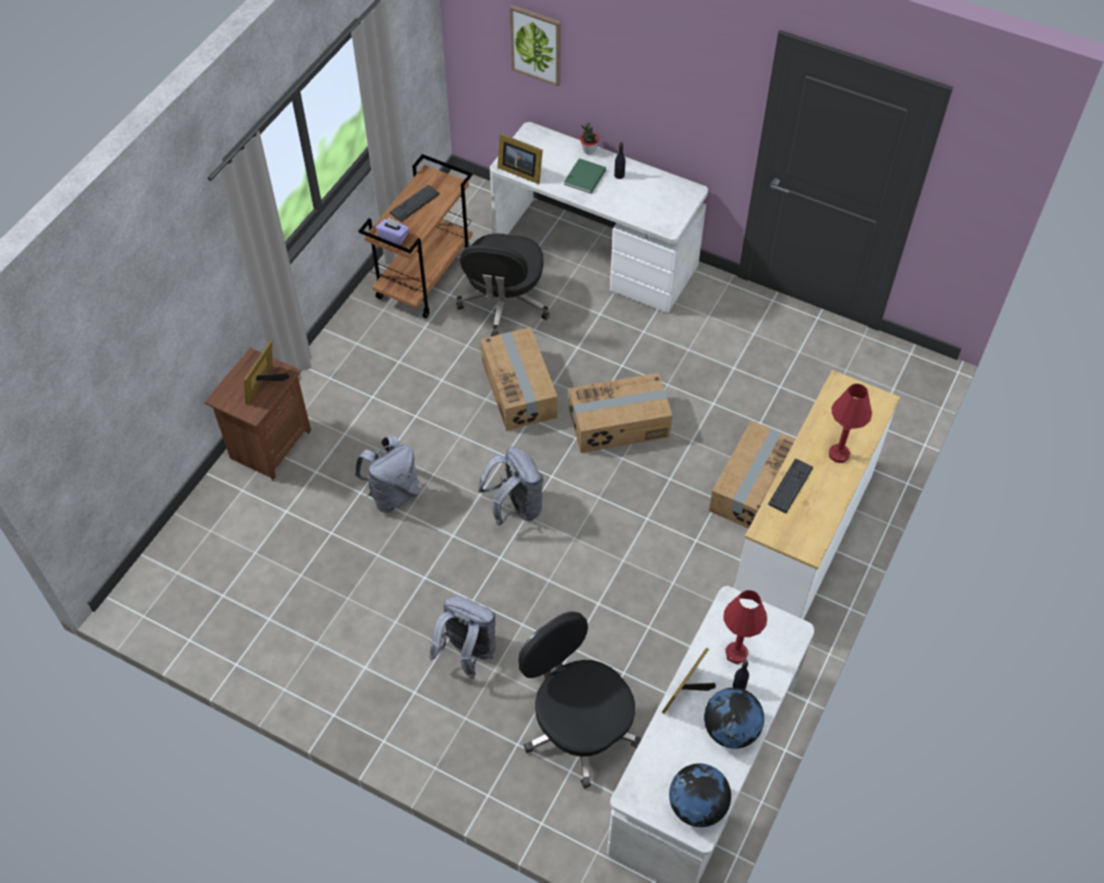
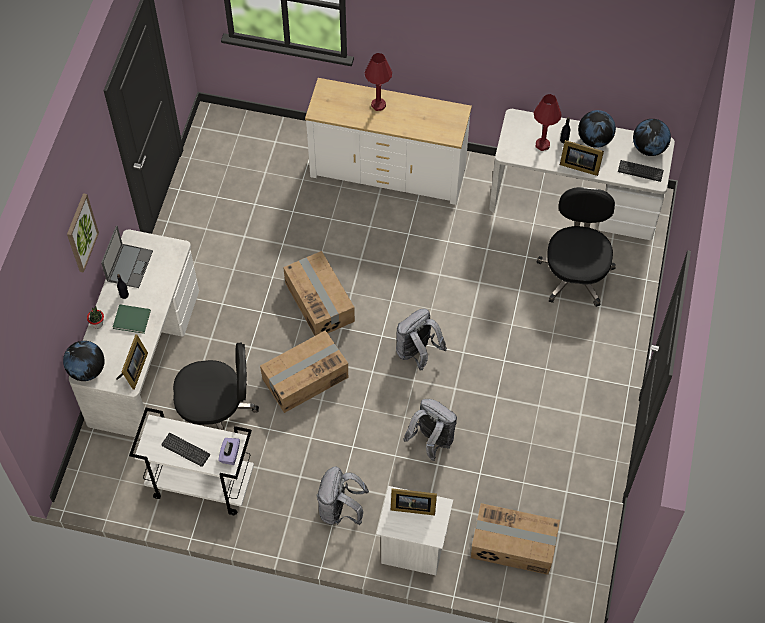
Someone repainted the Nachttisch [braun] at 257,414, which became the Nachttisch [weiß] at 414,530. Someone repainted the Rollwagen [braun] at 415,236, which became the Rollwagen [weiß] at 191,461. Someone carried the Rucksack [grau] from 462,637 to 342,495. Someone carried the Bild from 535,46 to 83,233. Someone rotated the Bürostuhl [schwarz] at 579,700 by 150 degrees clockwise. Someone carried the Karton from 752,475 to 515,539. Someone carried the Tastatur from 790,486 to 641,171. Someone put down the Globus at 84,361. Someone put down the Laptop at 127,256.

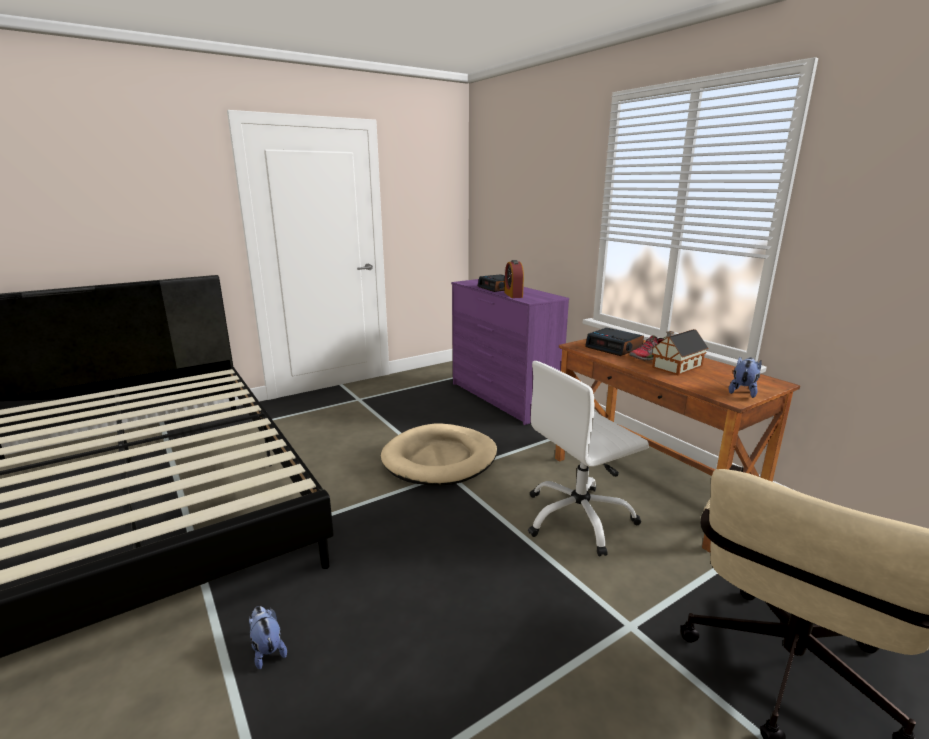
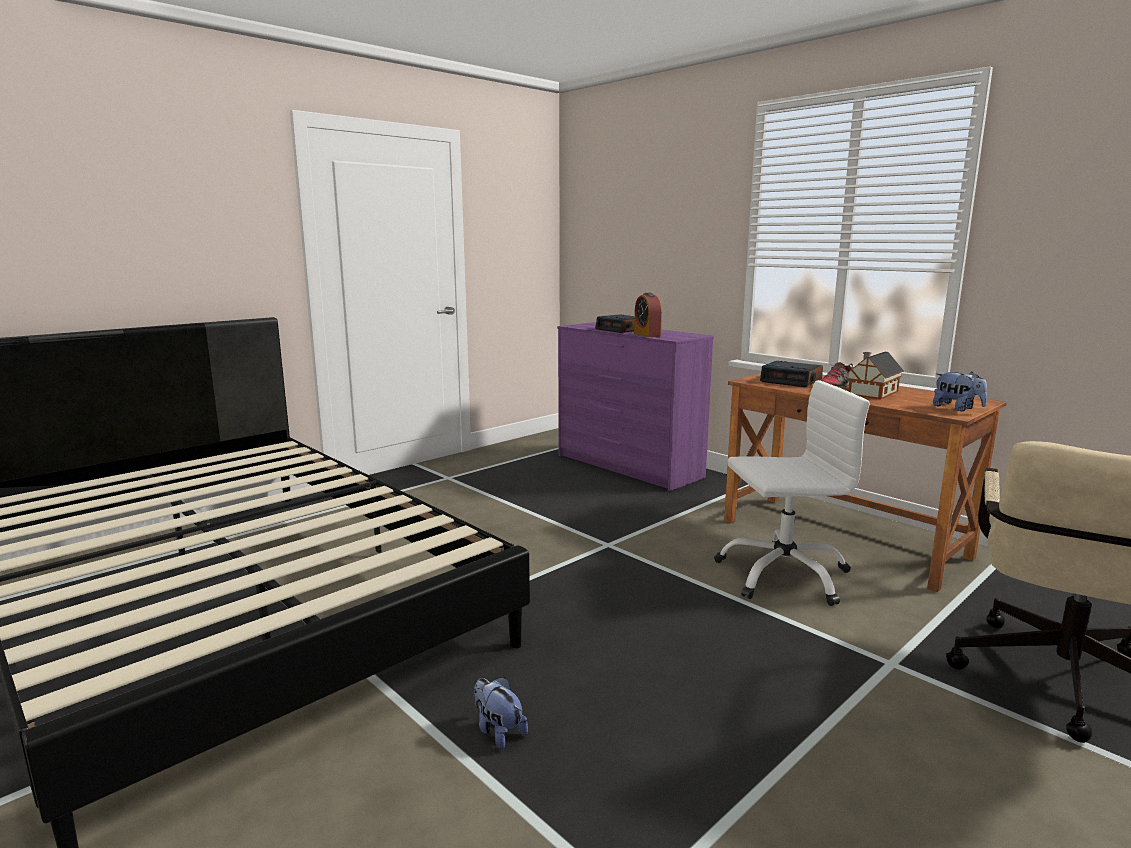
Someone took away the Hundebett [beige] at 439,454. Someone rotated the Bürostuhl [weiß] at 588,458 by 150 degrees counterclockwise. Someone rotated the Plüschtier at 745,377 by 120 degrees clockwise.

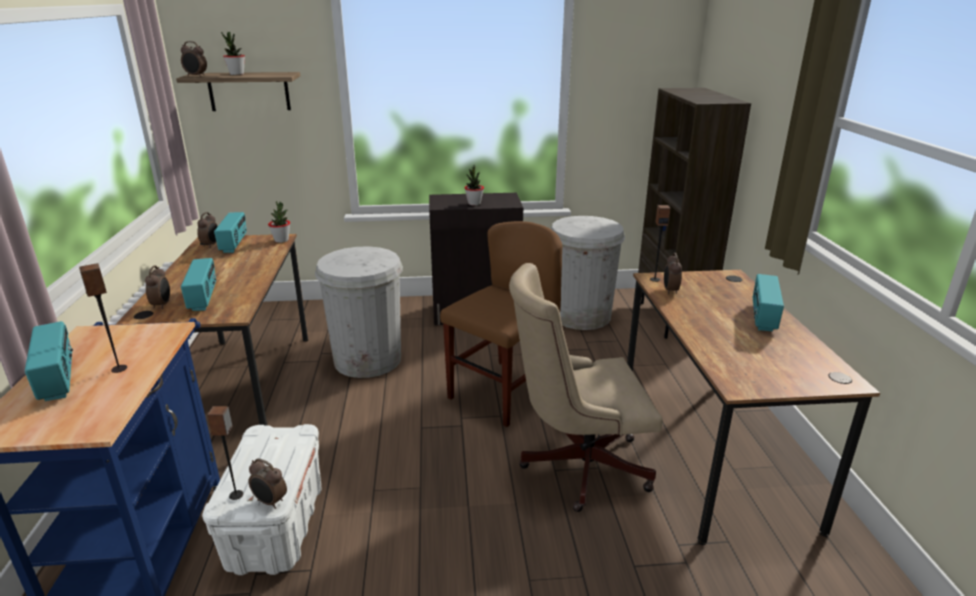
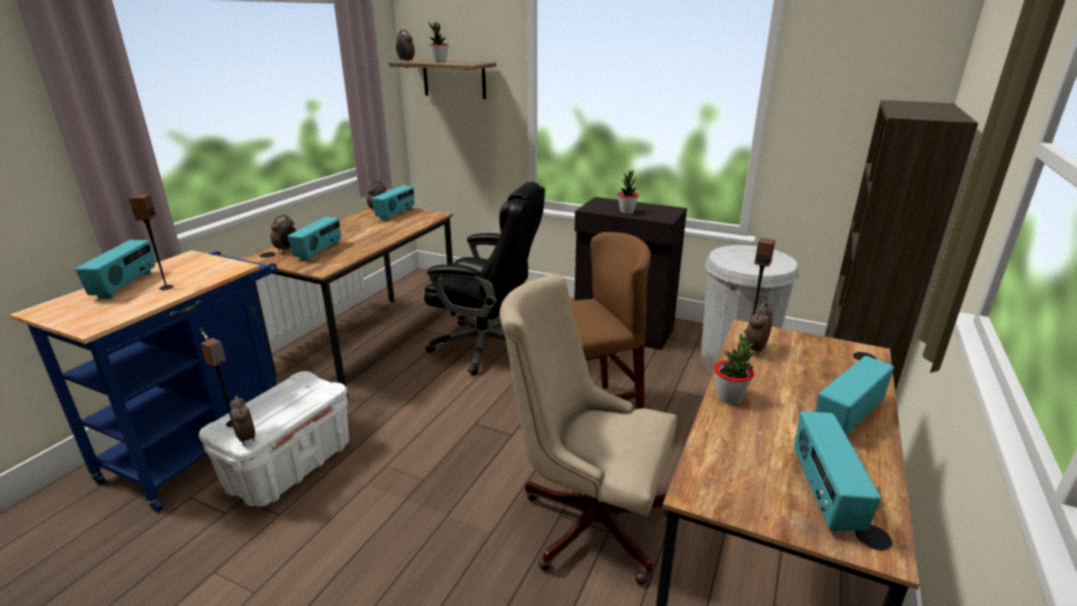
Someone carried the Topfpflanze from 279,222 to 735,369. Someone swapped the Mülleimer [weiß] at 359,312 for the Bürostuhl [schwarz] at 484,279. Someone put down the Radio at 837,471.

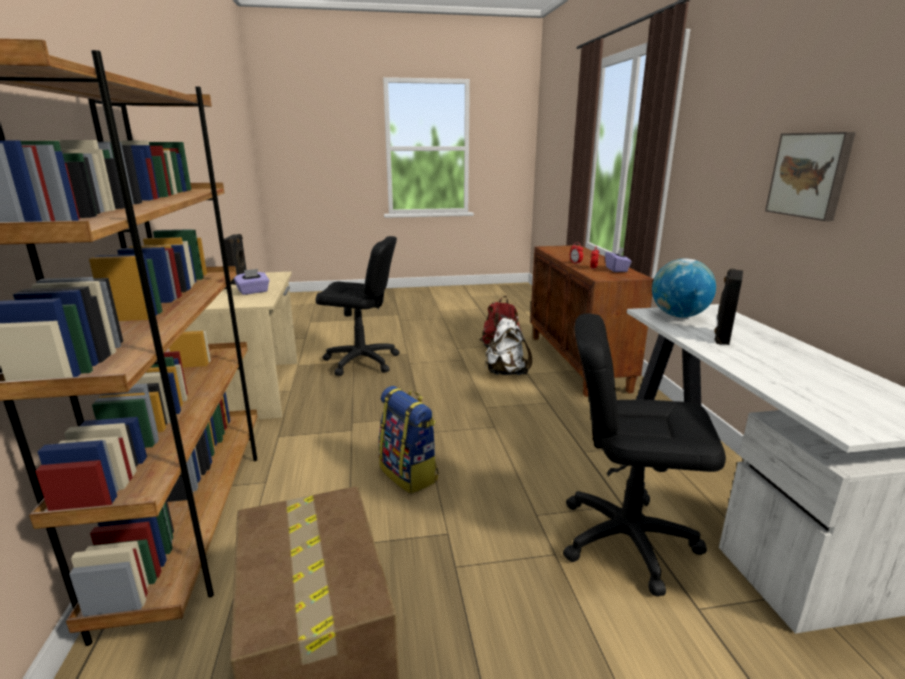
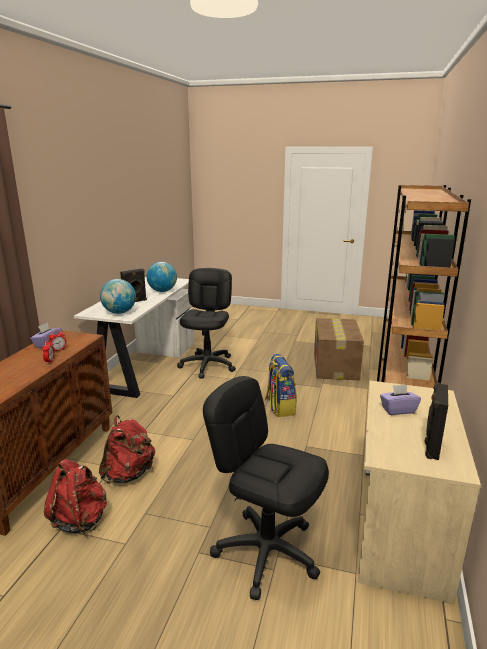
Someone repainted the Rucksack [weiß] at 508,345, which became the Rucksack [rot] at 127,449. Someone rotated the Bürostuhl [schwarz] at 644,454 by 120 degrees counterclockwise. Someone took away the Bild at 810,176. Someone put down the Globus at 161,277.

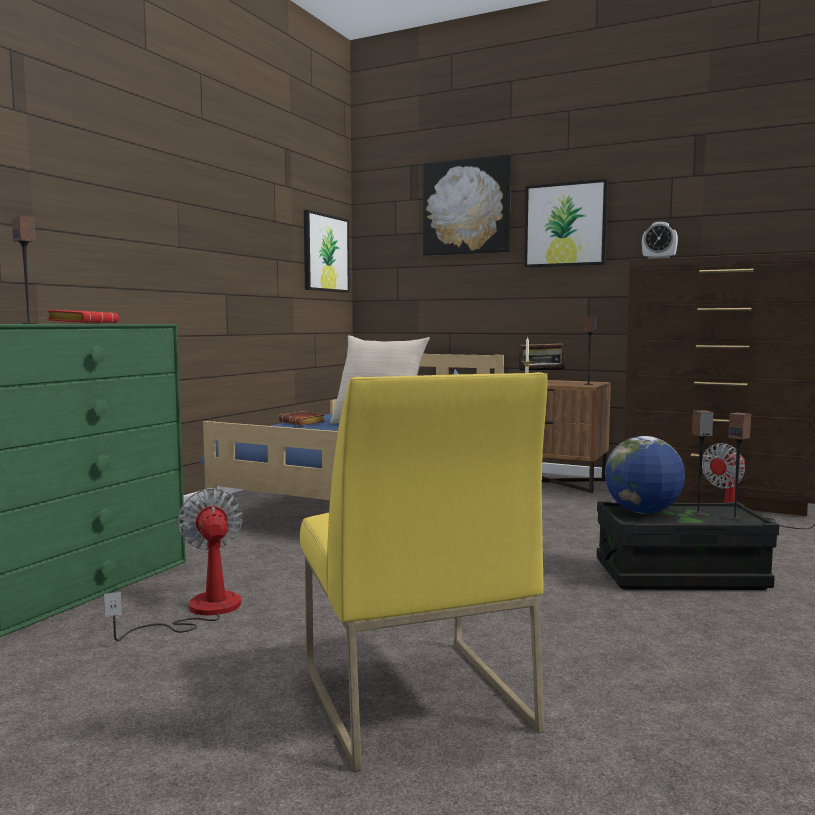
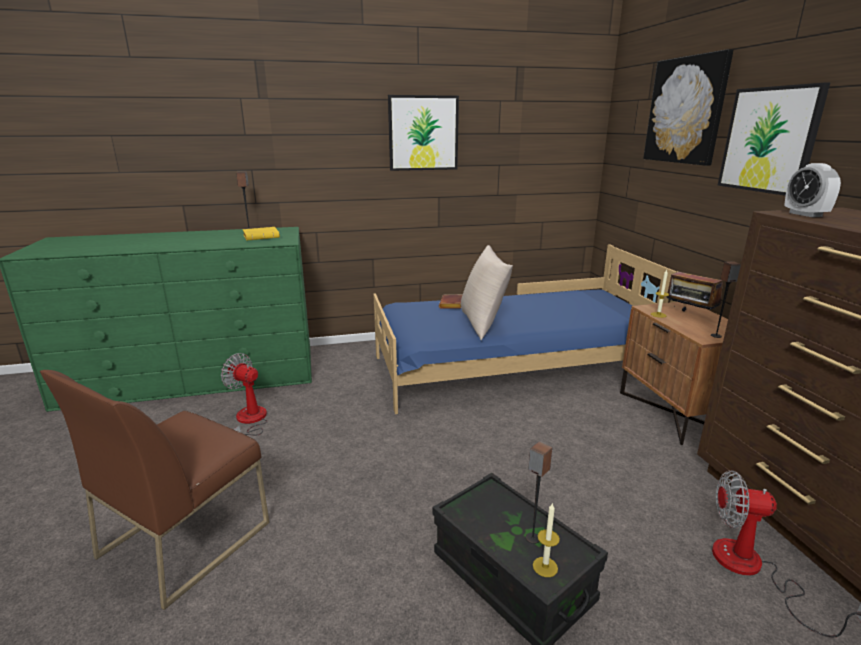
Someone repainted the Buch [rot] at 83,317, which became the Buch [gelb] at 261,233. Someone rotated the Ventilator at 173,564 by 90 degrees counterclockwise. Someone repainted the Stuhl [gelb] at 424,572, which became the Stuhl [braun] at 154,490. Someone carried the Bild from 327,251 to 423,133. Someone took away the Globus at 645,475. Someone swapped the Lautsprecher at 739,466 for the Kerze at 546,539.

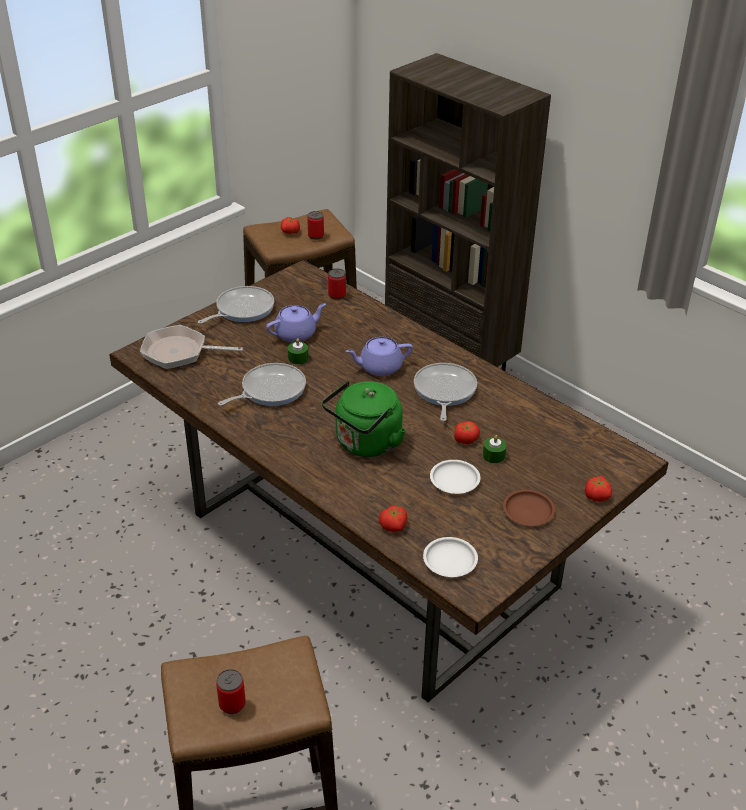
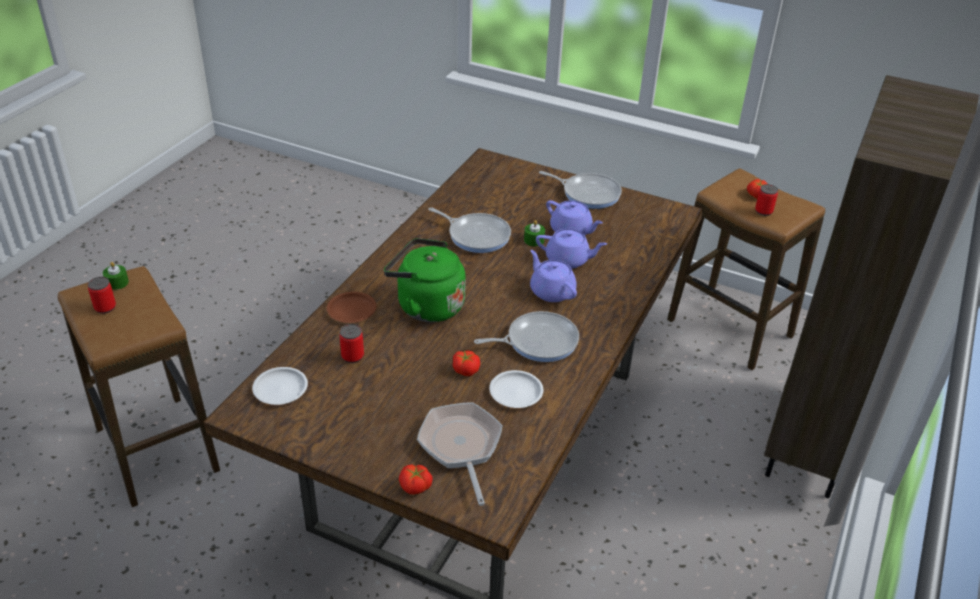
Someone carried the Pfanne from 191,347 to 460,454. Someone carried the Dose from 337,284 to 351,343. Someone took away the Tomate at 393,519. Someone carried the Teller [weiß] from 455,477 to 516,389. Someone carried the Kerze [grün] from 495,449 to 116,276. Someone carried the Teller [braun] from 529,508 to 351,307. Someone put down the Teekanne [lila] at 571,249.

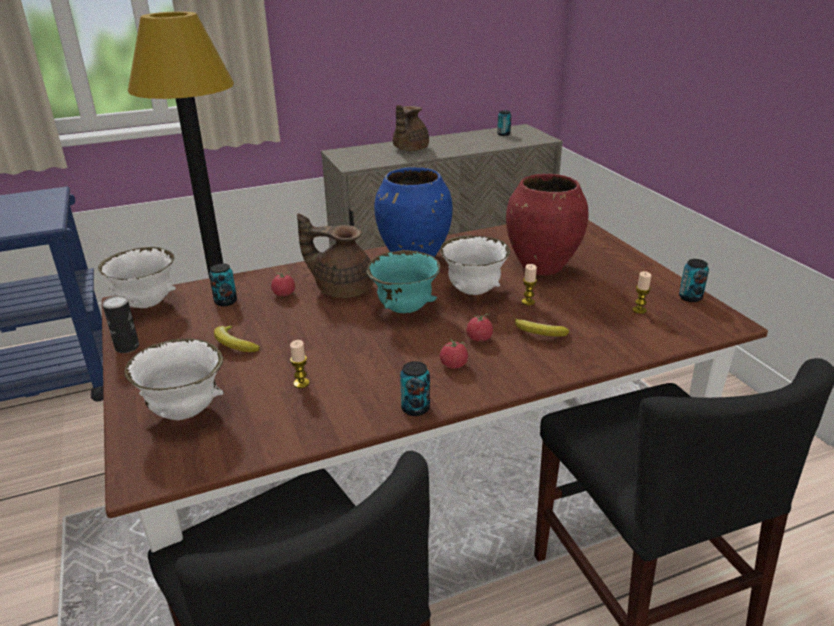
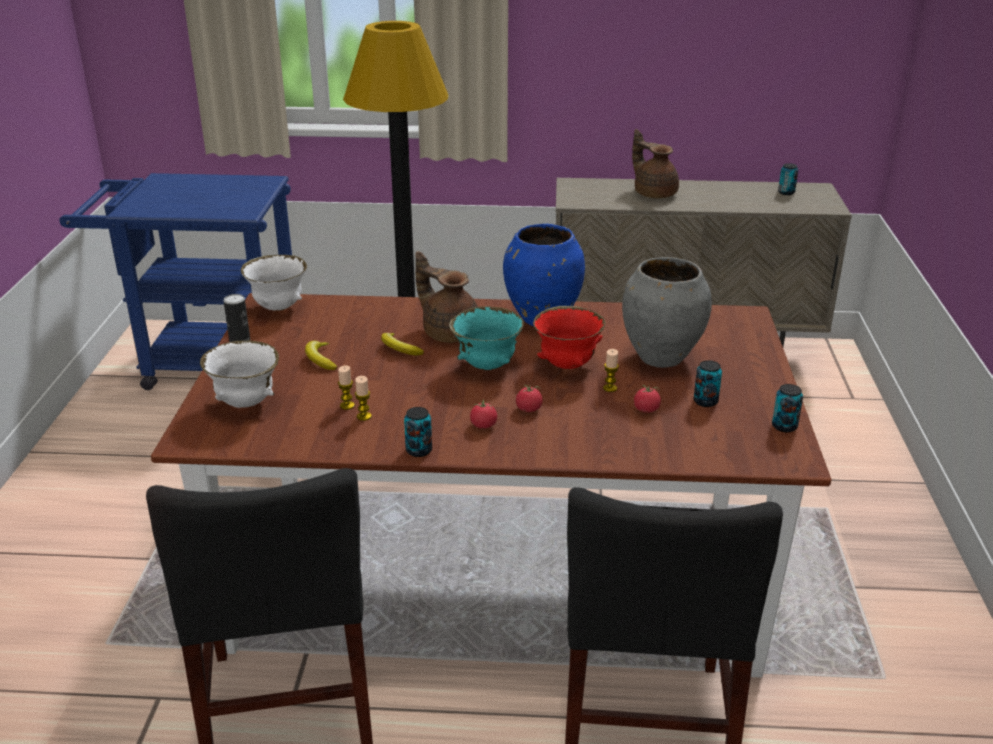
Someone carried the Dose from 223,284 to 708,383. Someone carried the Tomate from 283,284 to 647,399. Someone rotated the Teekanne [braun] at 411,128 by 90 degrees clockwise. Someone repainted the Schüssel [weiß] at 475,265, which became the Schüssel [rot] at 569,337. Someone repainted the Vase [rot] at 547,224, which became the Vase [grau] at 667,312. Someone carried the Banane from 542,328 to 402,344. Someone carried the Kerze from 641,292 to 363,398.

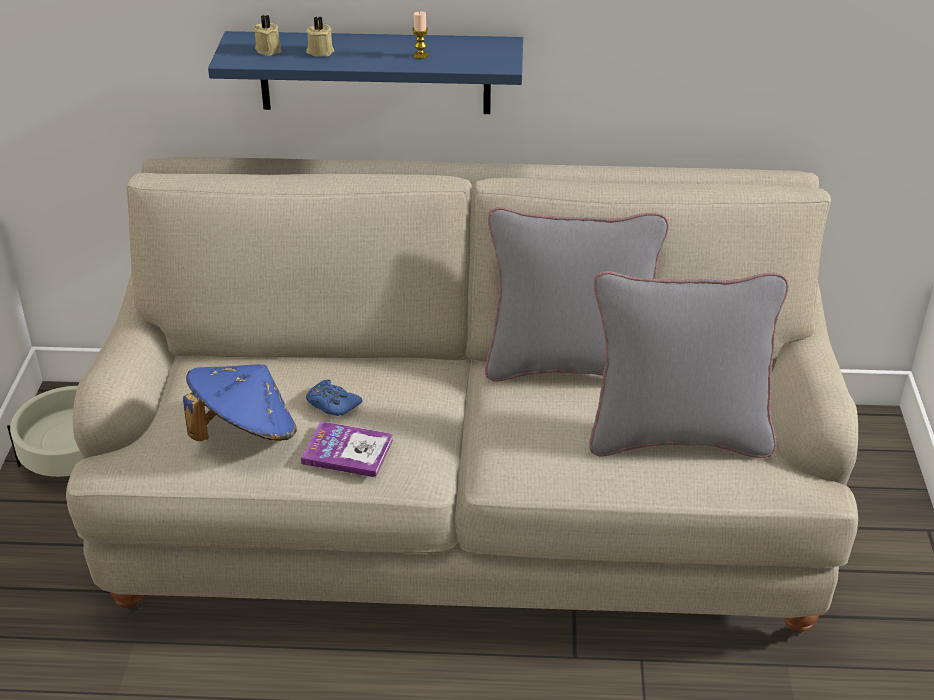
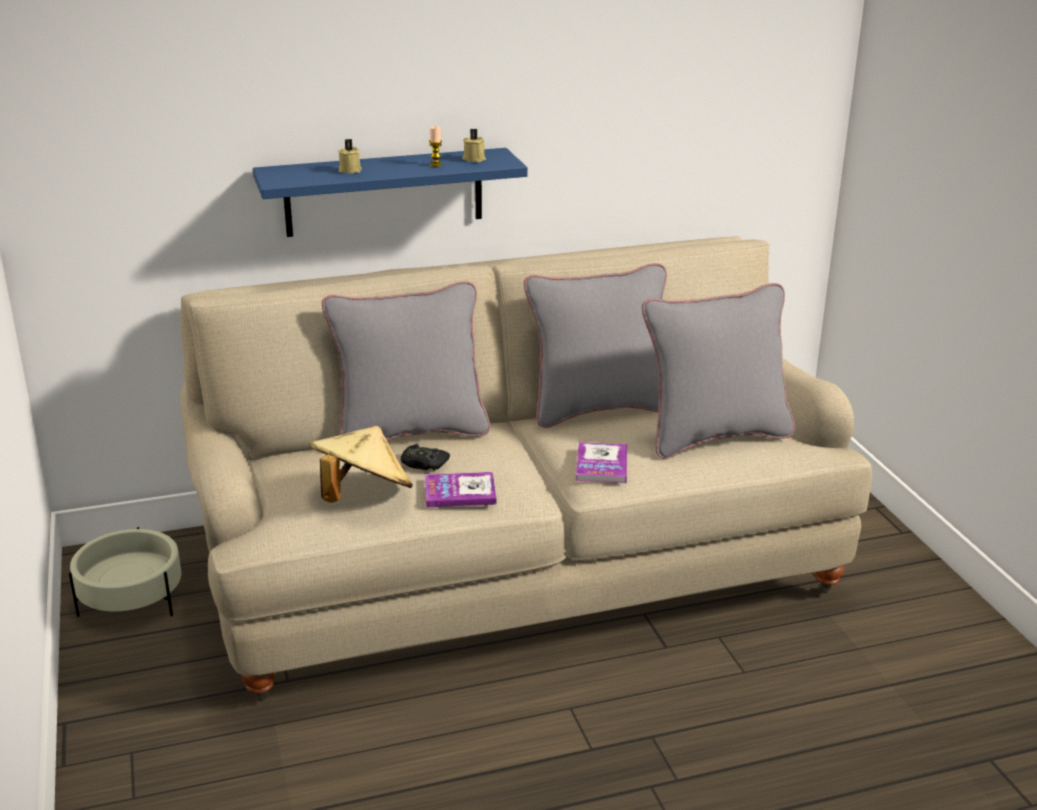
Someone repainted the Hut [blau] at 240,403, which became the Hut [beige] at 361,464. Someone carried the Kerze [beige] from 267,35 to 474,145. Someone repainted the Gamepad [blau] at 334,397, which became the Gamepad [schwarz] at 425,457. Someone put down the Kissen [grau] at 406,360. Someone put down the Buch at 601,462.

